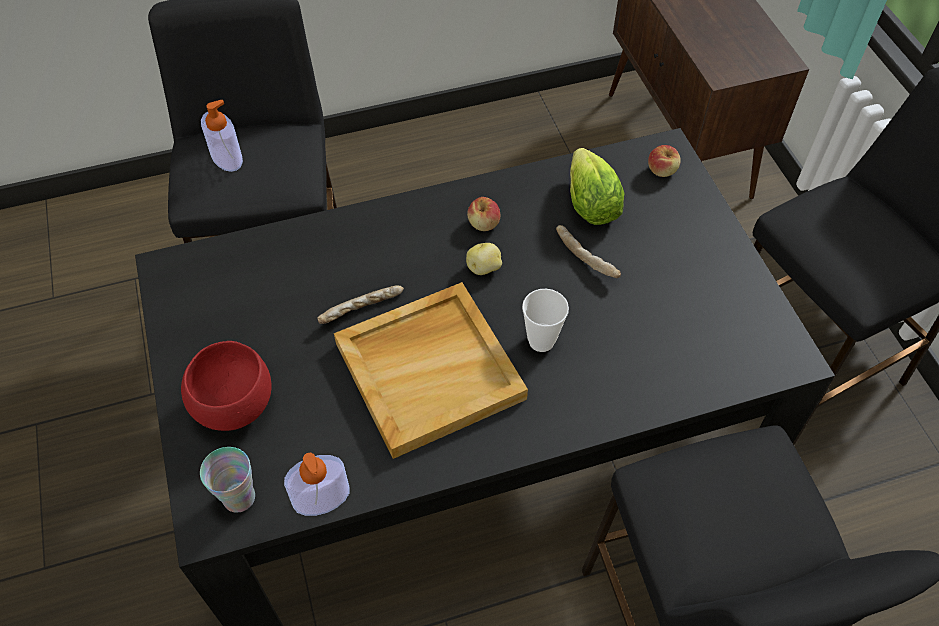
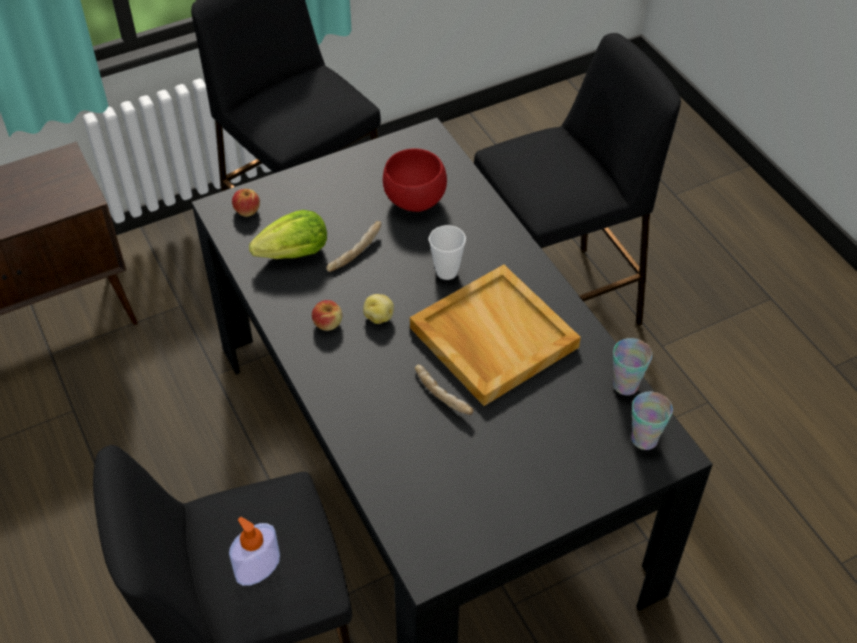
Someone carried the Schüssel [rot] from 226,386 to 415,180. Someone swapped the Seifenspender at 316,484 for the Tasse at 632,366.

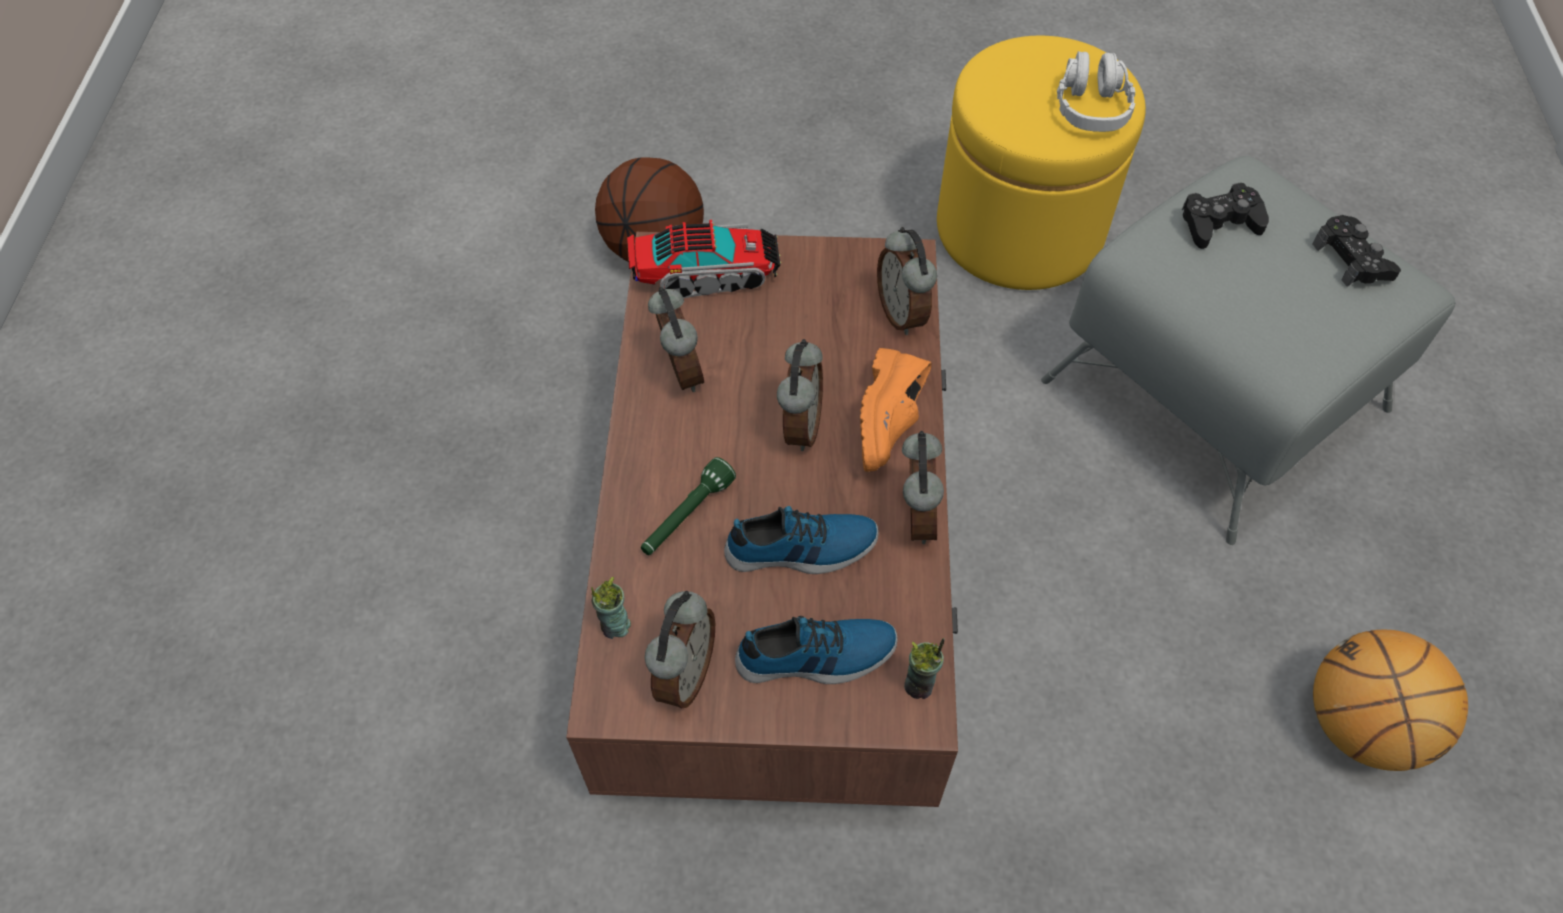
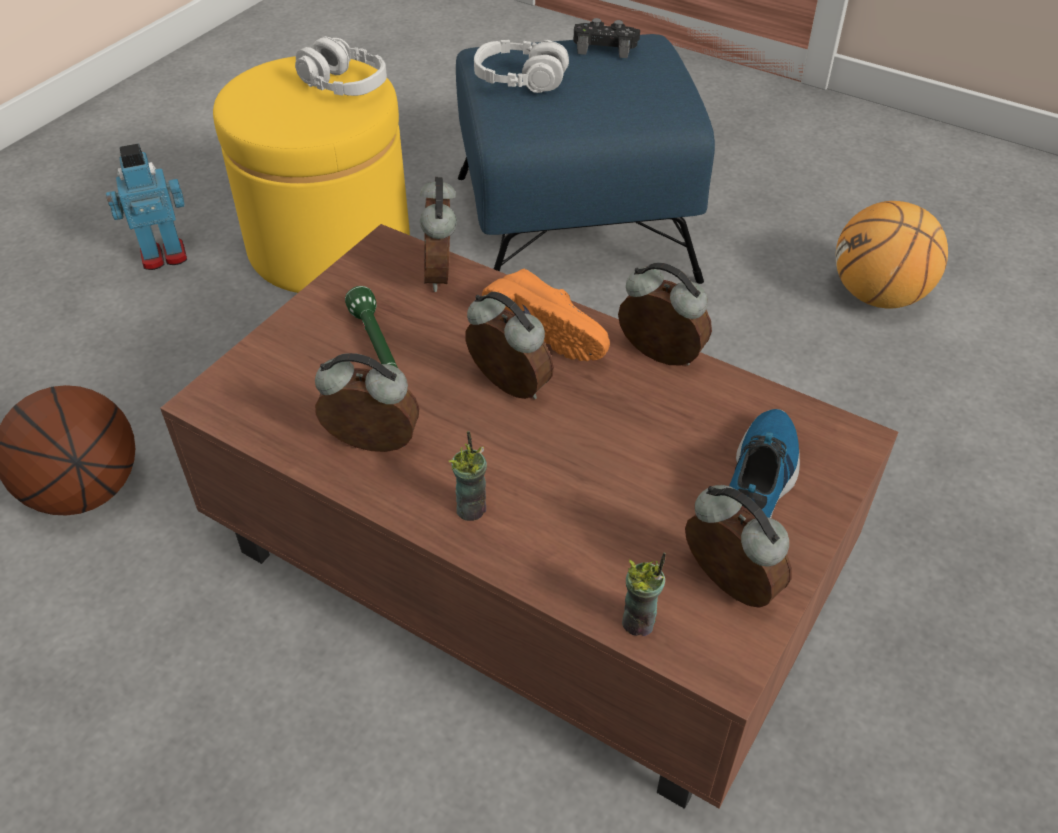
Someone took away the Spielzeuglaster at 704,259. Someone carried the Taschenlampe [grün] from 688,506 to 371,327. Someone took away the Schuh at 801,540. Someone rotated the Wecker at 907,281 by 75 degrees clockwise. Someone carried the Tasse from 924,668 to 468,476. Someone repainted the Polsterhocker [grau] at 1248,350, which became the Polsterhocker [blau] at 585,159. Someone swapped the Gamepad [schwarz] at 1225,215 for the Kopfhörer [grau] at 521,66. Someone put down the Spielzeugroboter at 146,207.

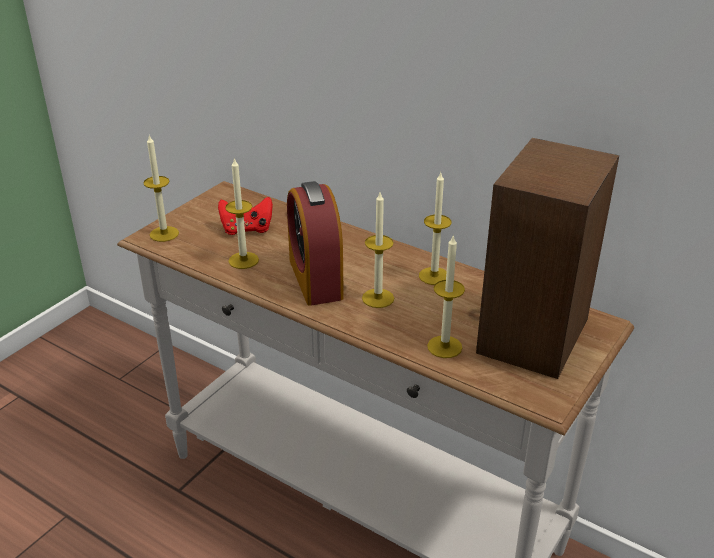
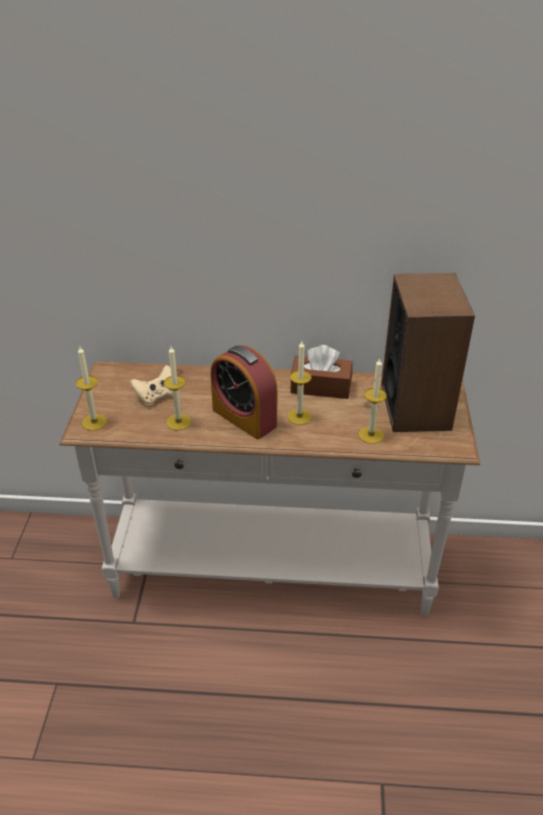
Someone repainted the Gamepad [rot] at 245,216, which became the Gamepad [beige] at 151,385. Someone swapped the Kerze at 435,229 for the Taschentuchbox [braun] at 321,372.

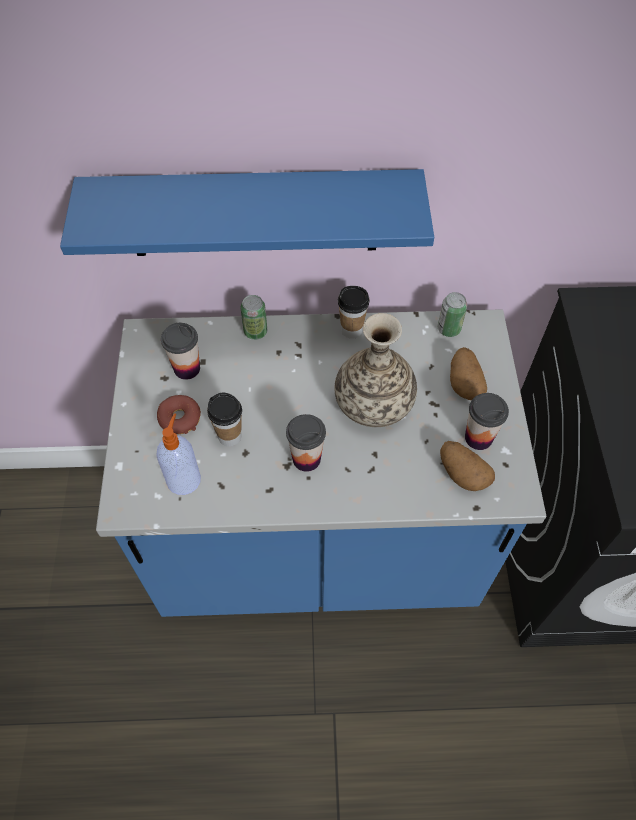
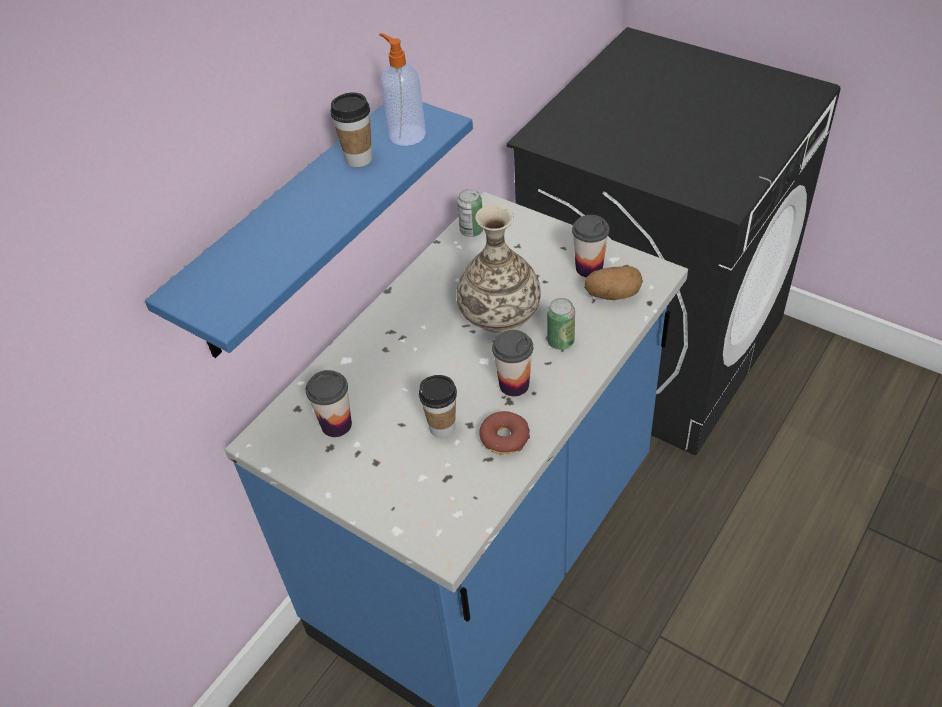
Someone carried the Seifenspender from 178,454 to 402,89. Someone carried the Donut from 179,414 to 504,432. Someone carried the Dose from 254,317 to 561,324. Someone carried the Tasse from 354,312 to 351,129. Someone took away the Kartoffel at 468,373.

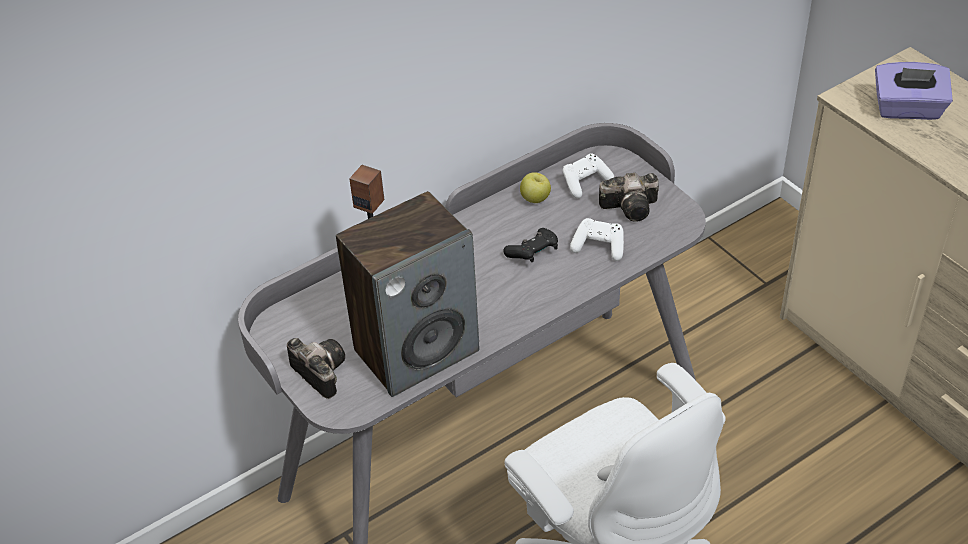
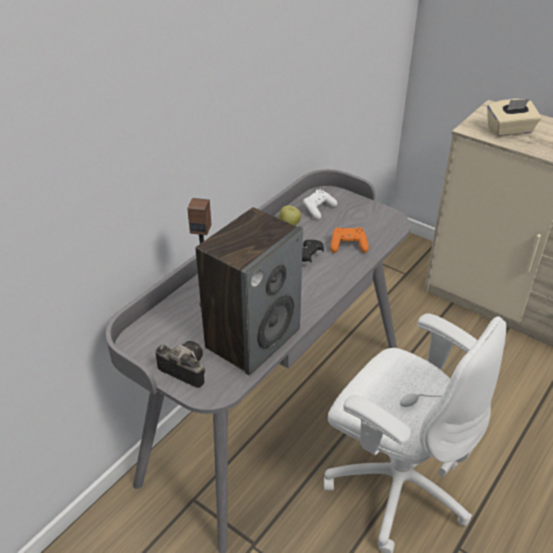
Someone repainted the Gamepad [weiß] at 597,239, which became the Gamepad [orange] at 349,240. Someone took away the Kamera at 629,197. Someone repainted the Taschentuchbox [lila] at 914,91, which became the Taschentuchbox [beige] at 514,117.

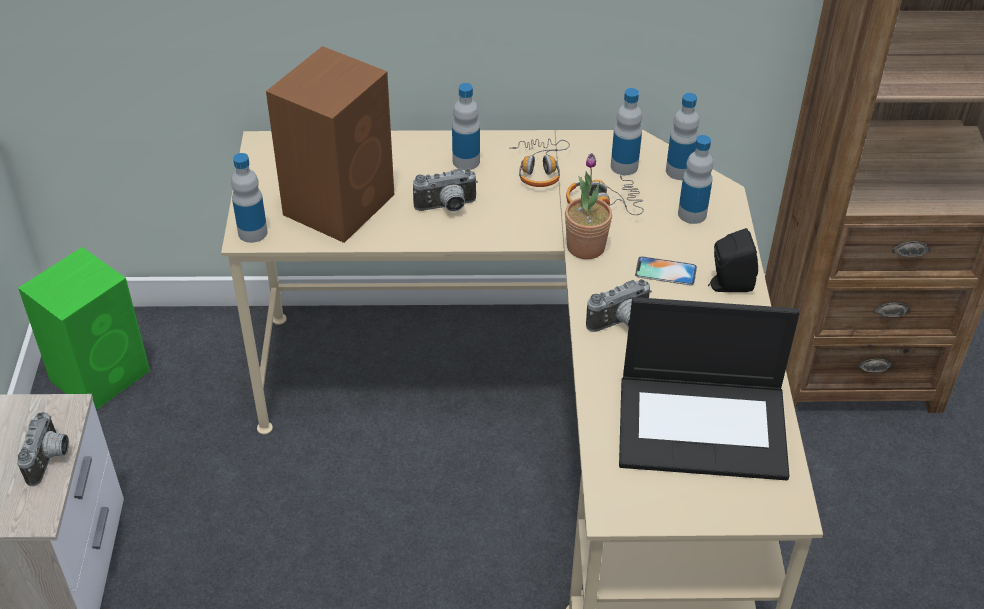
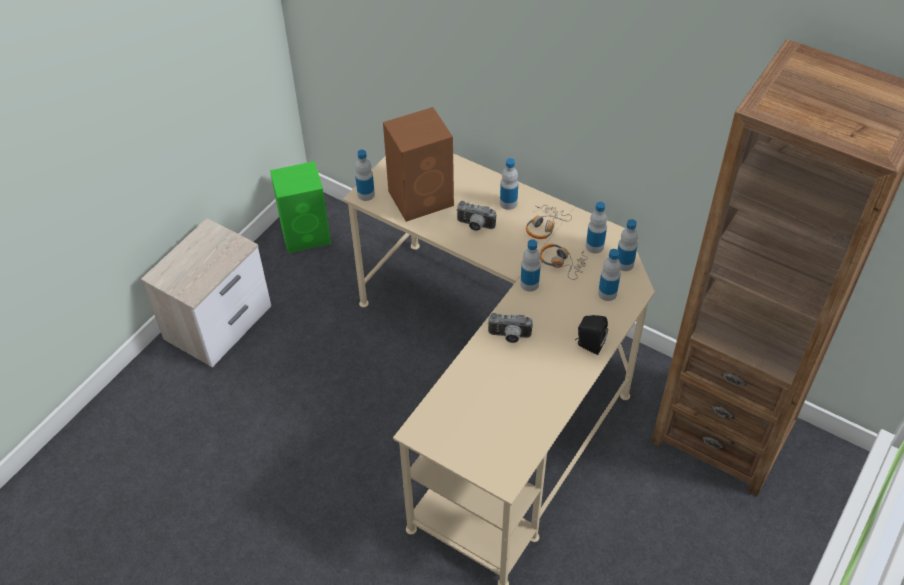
Someone took away the Kamera at 43,449. Someone swapped the Topfpflanze at 588,206 for the Flasche at 530,265. Someone took away the Laptop at 709,388. Someone took away the Handy at 666,270.

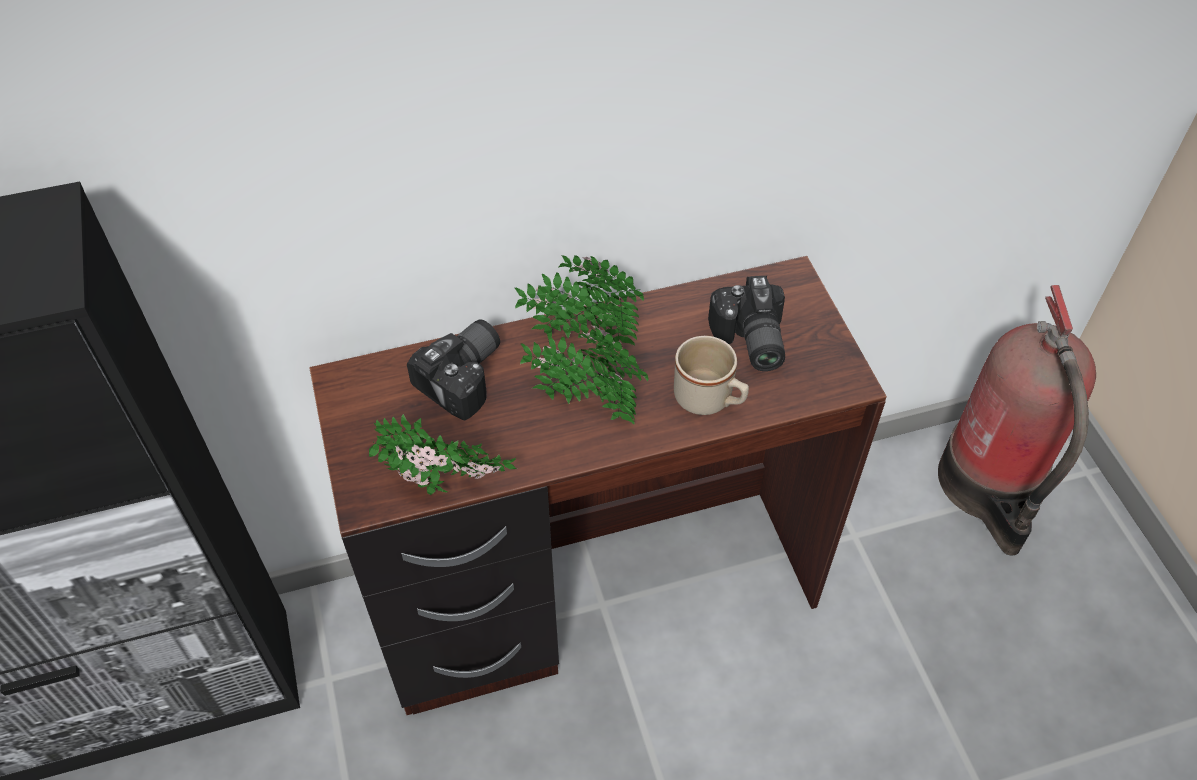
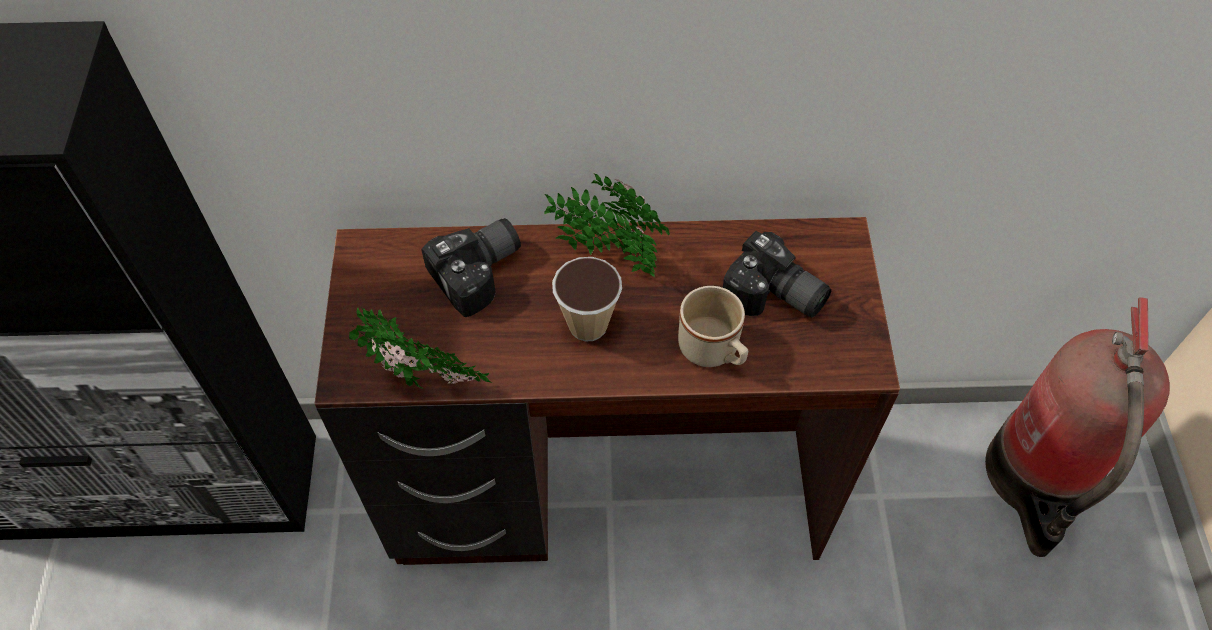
Someone swapped the Topfpflanze at 584,372 for the Tasse at 587,299. Someone rotated the Kamera at 746,323 by 60 degrees counterclockwise.

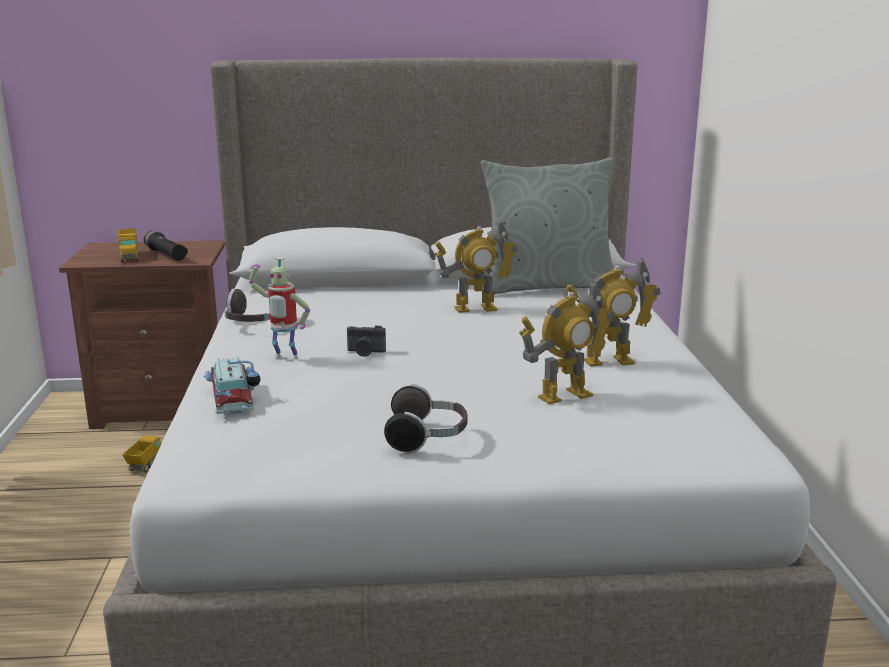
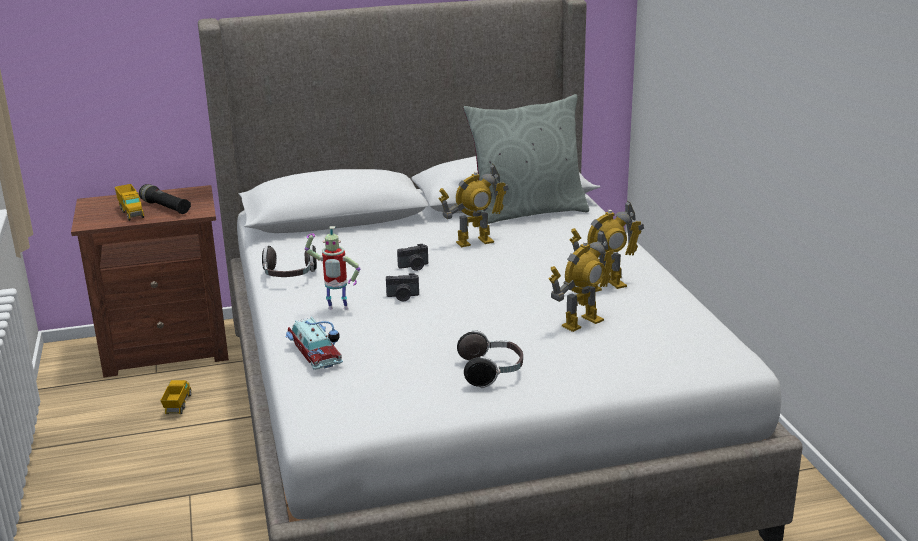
Someone put down the Kamera at 412,257.

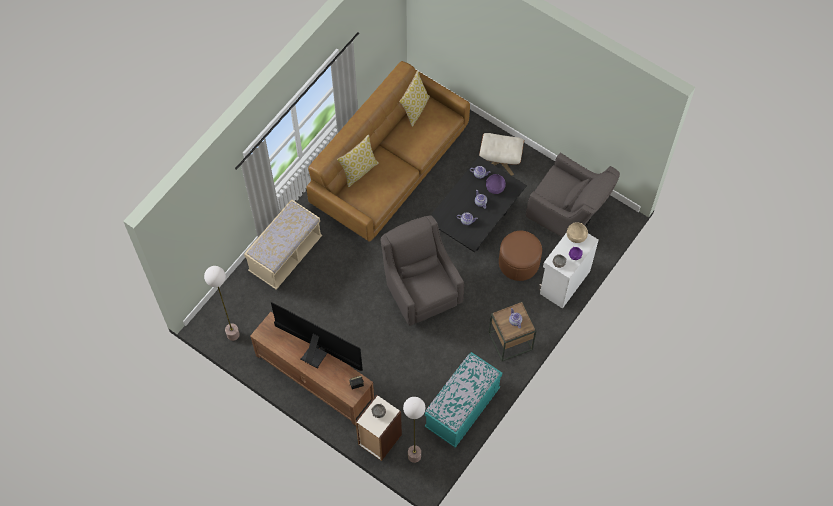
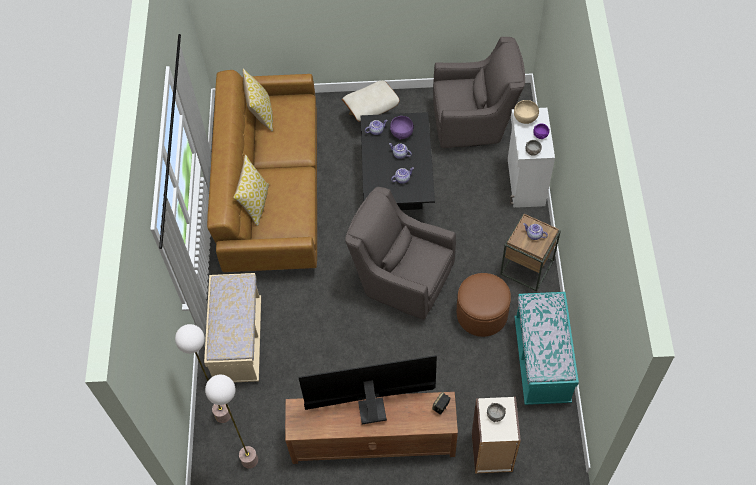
Someone carried the Stehlampe from 414,430 to 203,373. Someone carried the Polsterhocker [braun] from 520,256 to 484,305.

